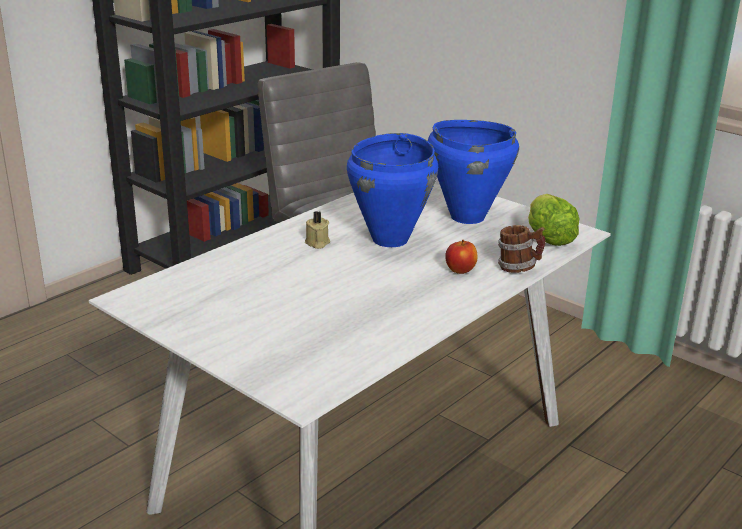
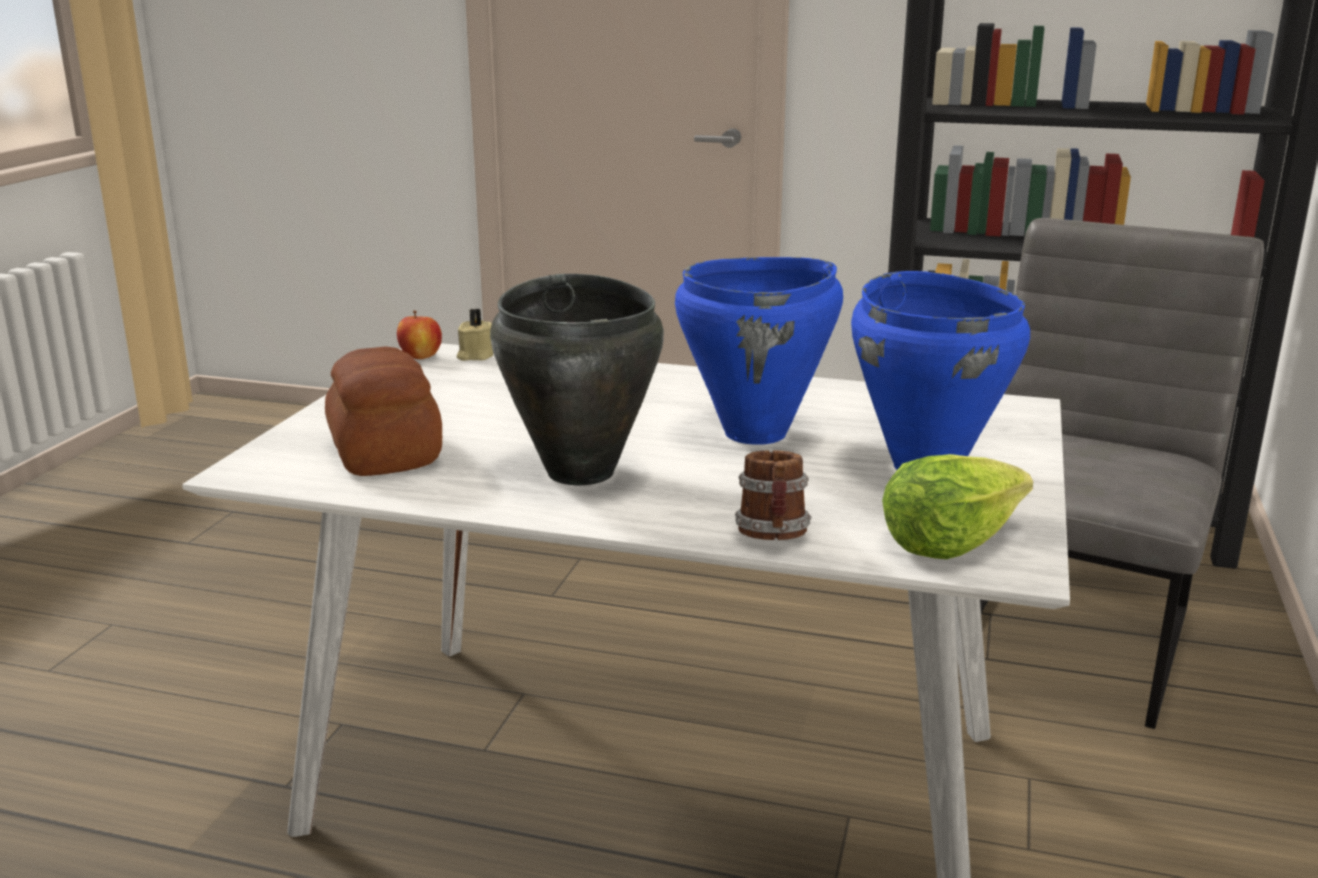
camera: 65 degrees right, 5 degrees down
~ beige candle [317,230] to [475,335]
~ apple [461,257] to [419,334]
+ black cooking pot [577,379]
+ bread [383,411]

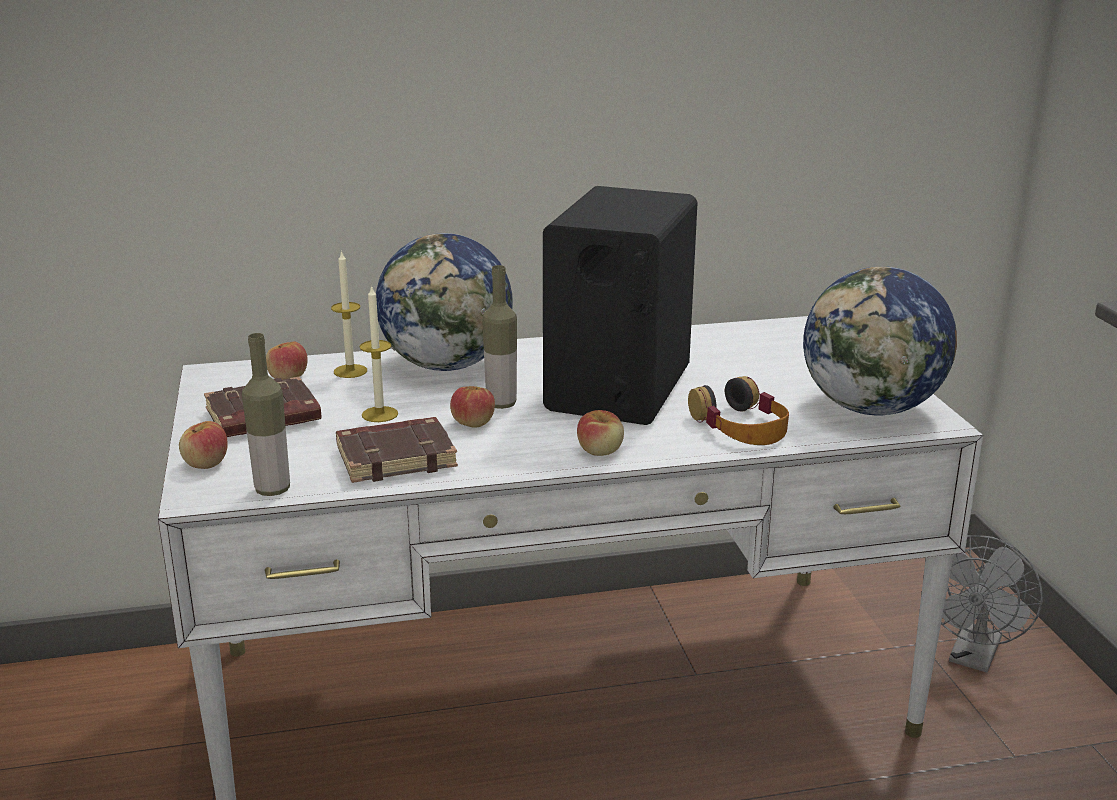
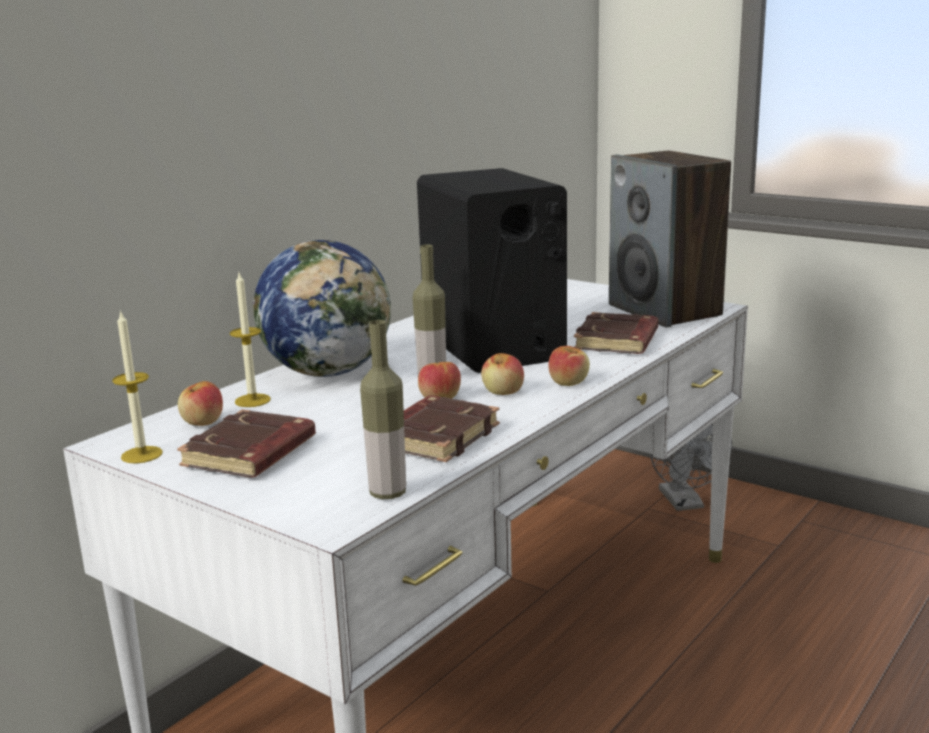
camera: 40 degrees left, 5 degrees down
~ globe [880,341] to speaker [670,239]
~ candle [379,353] to [137,387]
~ headphones [738,410] to brown book [616,333]
~ apple [203,445] to [502,374]

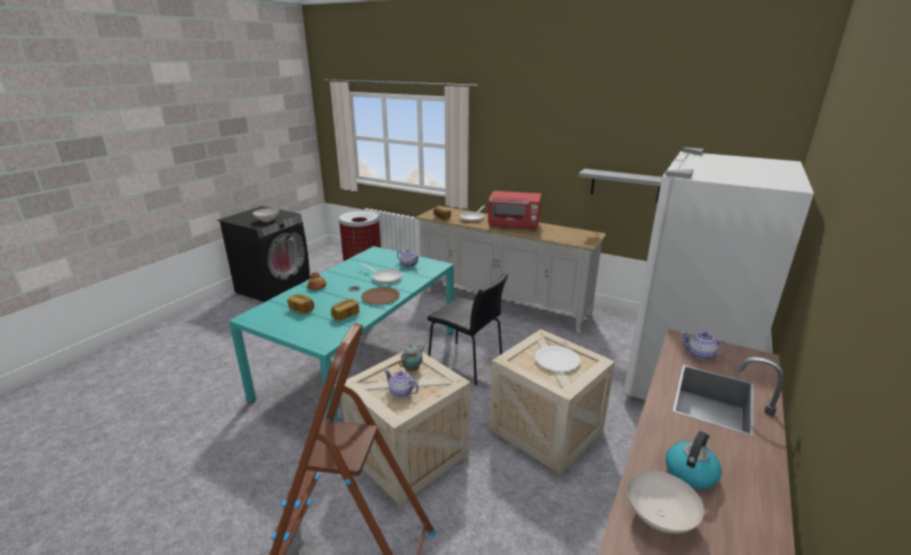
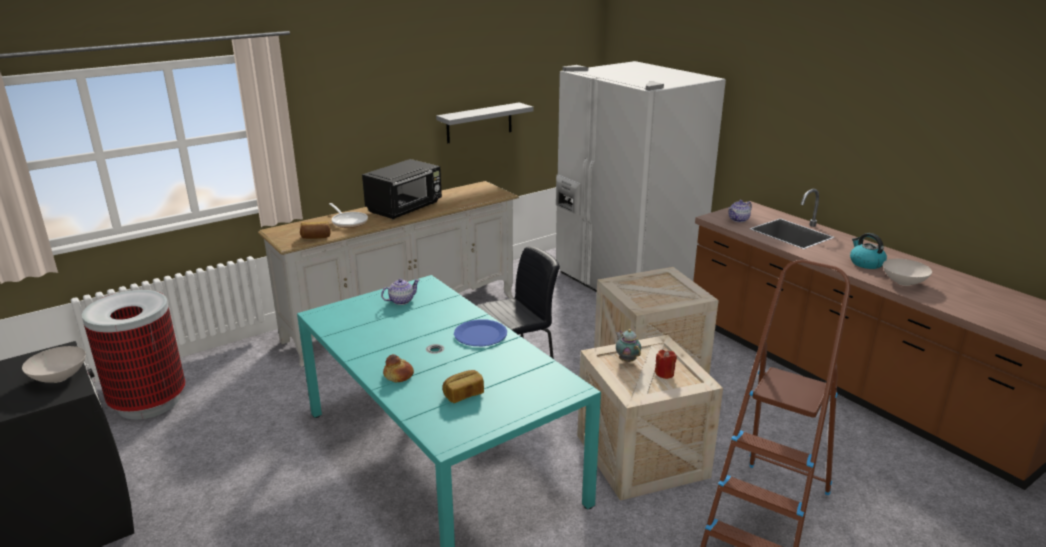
camera: 65 degrees left, 0 degrees up
~ red microwave [514,210] to black microwave [402,189]
- frying pan [381,273]
~ brown plate [380,296] to blue plate [480,332]
- bread [345,310]
- white plate [557,359]
~ teapot [401,383] to red candle [666,364]

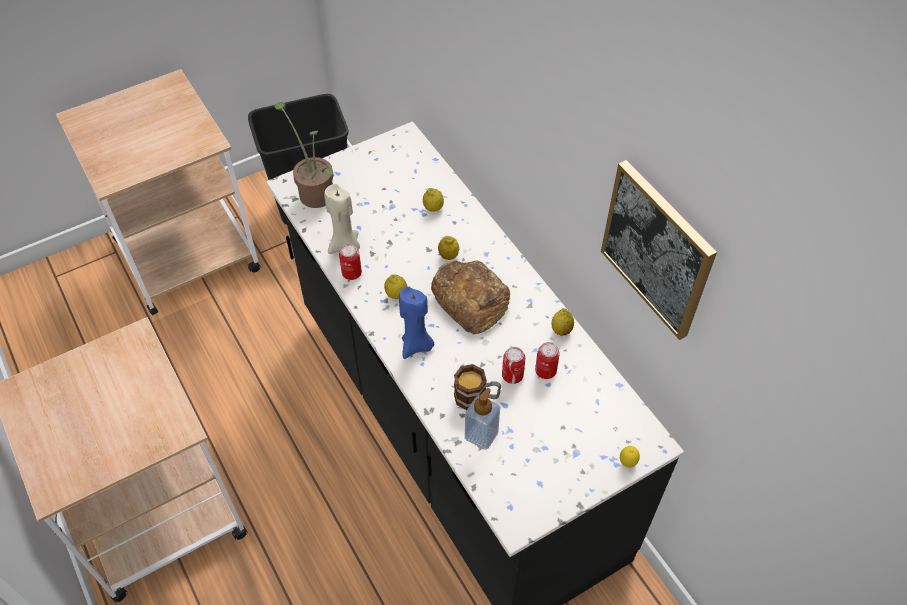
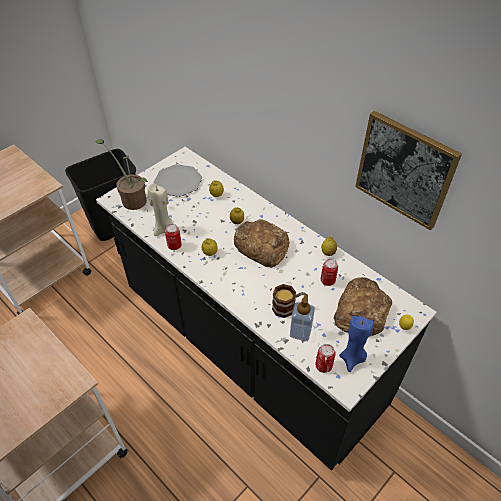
camera: 15 degrees left, 5 degrees down
~ blue candle [416,322] to [356,343]
~ can [513,365] to [325,358]
+ plate [177,180]
+ bread [363,307]

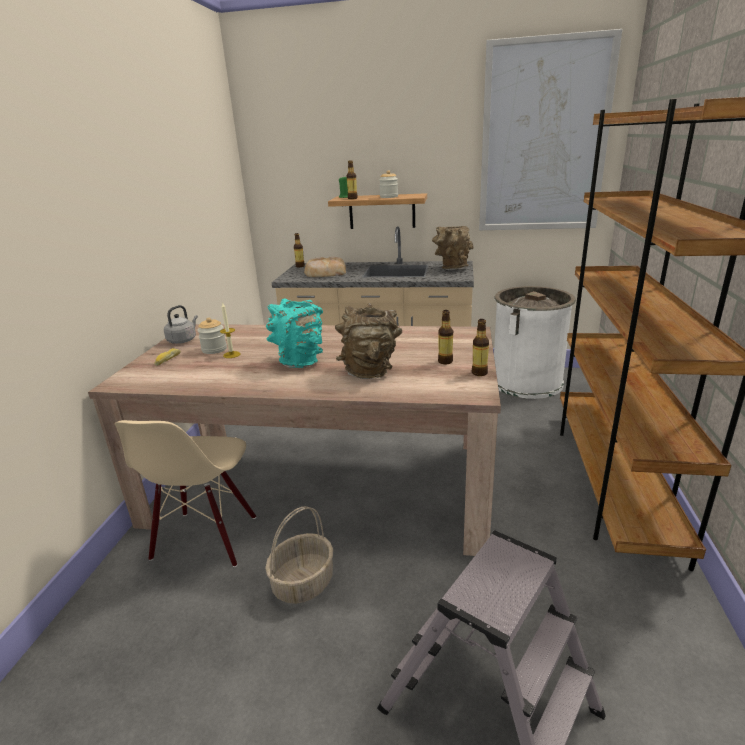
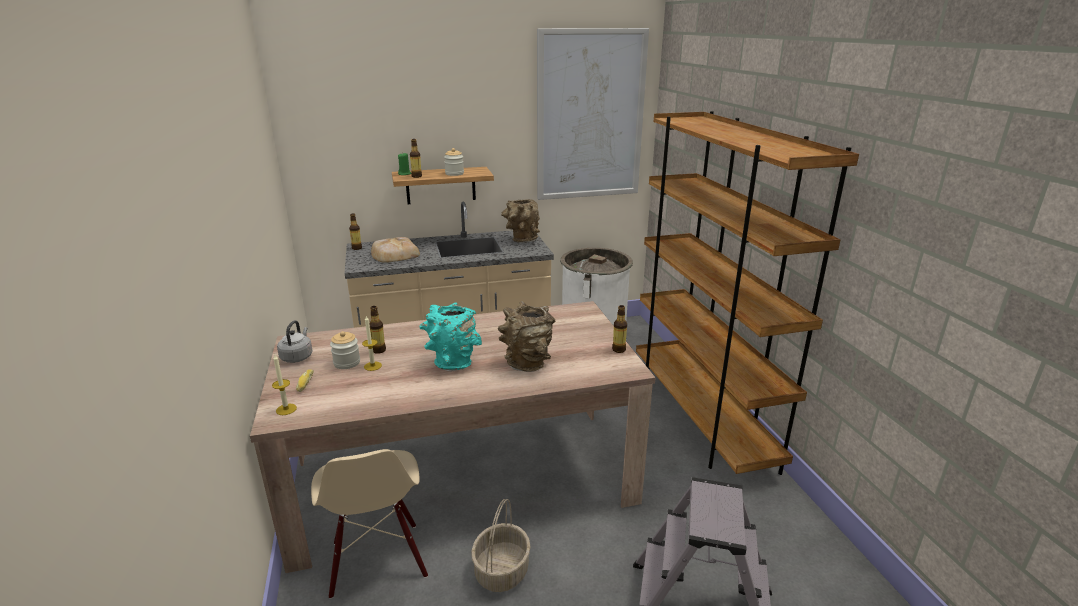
camera: 25 degrees left, 0 degrees up
~ bottle [445,337] to [377,330]
+ candle [284,385]

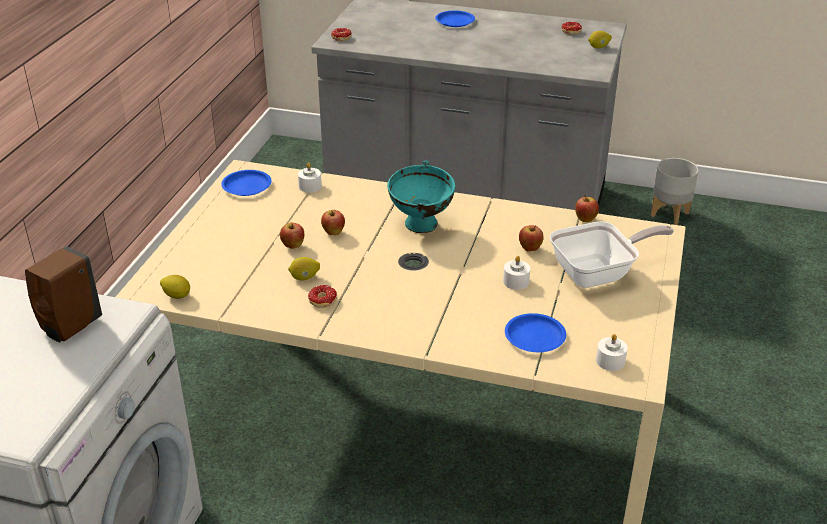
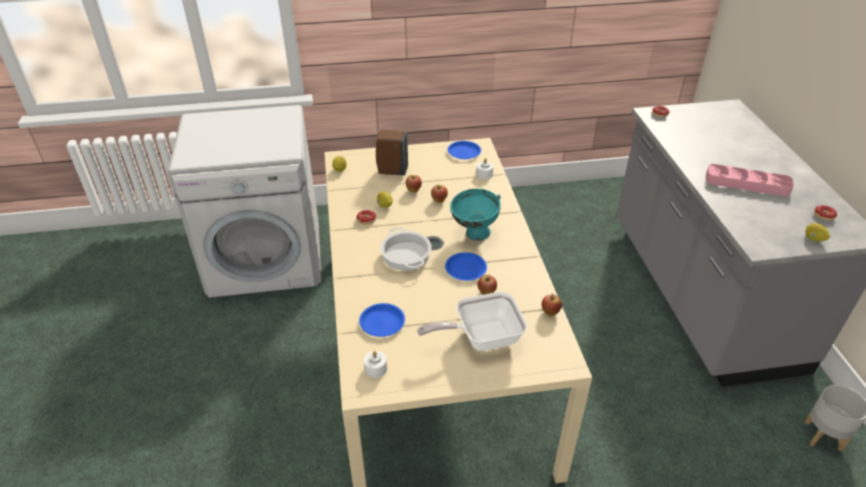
camera: 65 degrees right, 5 degrees up
~ blue plate [455,19] to [466,266]
~ frying pan [612,254] = [472,321] 120 degrees clockwise
~ brown soap dispenser [63,294] to [392,152]
- white candle [516,273]
+ pink tray [750,180]
+ cooking pot [406,249]

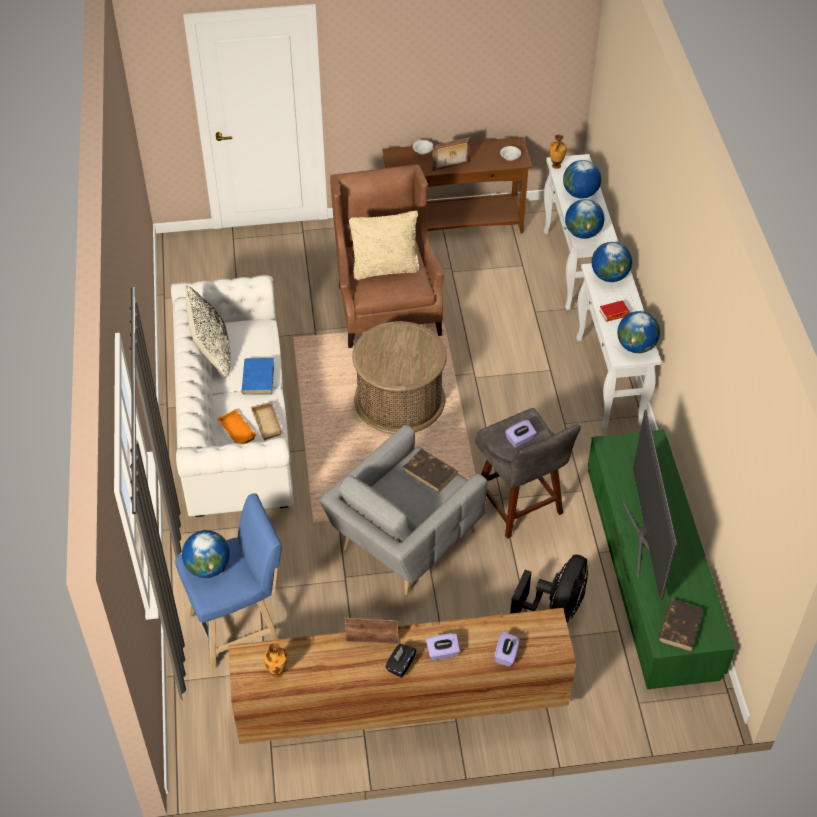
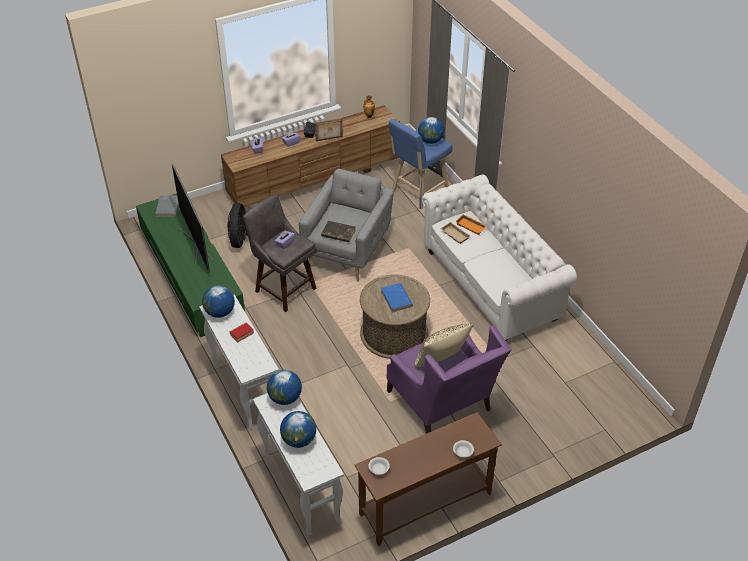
camera: 160 degrees right, 5 degrees down
- vase [558,152]
- picture frame [451,154]
~ brown armchair [387,256] to purple armchair [448,379]
- globe [612,262]
- beige pillow [208,331]
~ blue book [258,376] to [397,298]
~ brown book [681,625] to grey book [167,206]

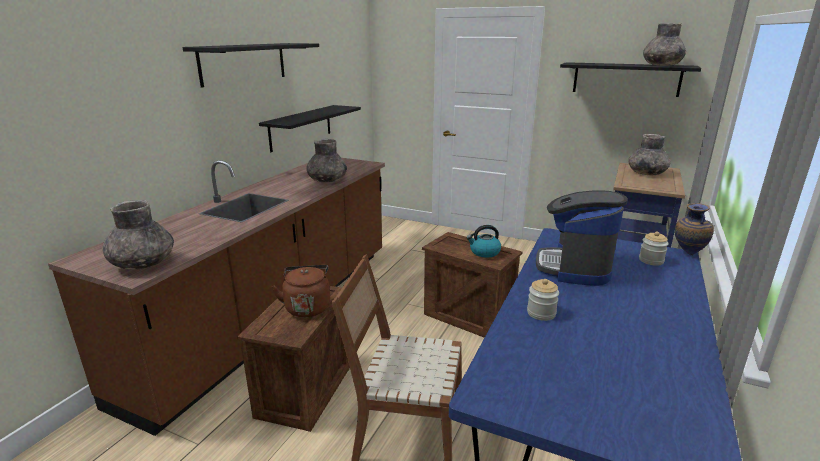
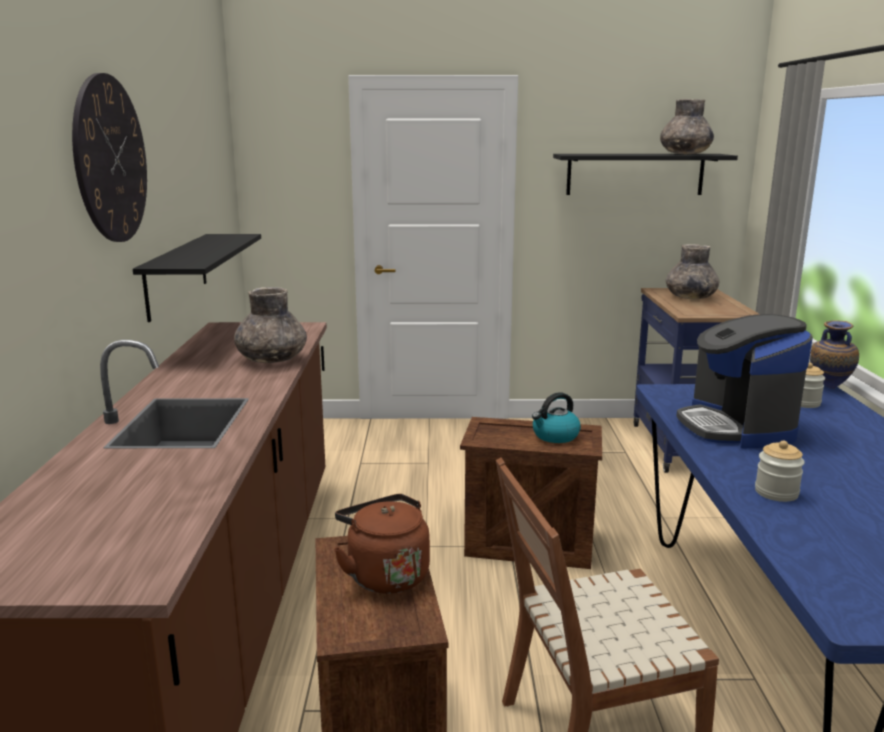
camera: 25 degrees left, 5 degrees down
~ black shelf [251,65] to wall clock [109,157]
- grey vase [138,235]

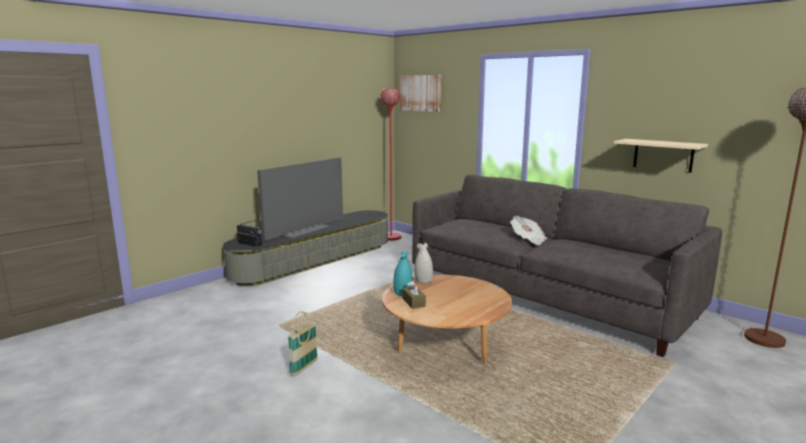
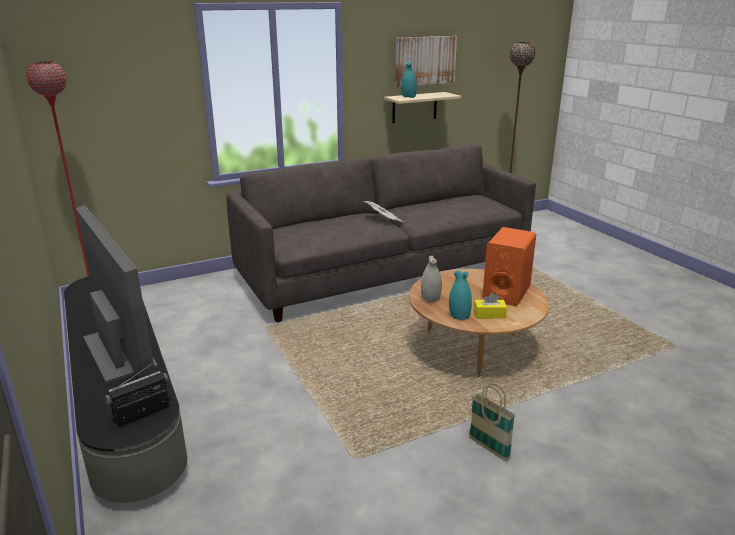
camera: 70 degrees left, 10 degrees up
~ picture [420,93] to [426,61]
~ brown tissue box [414,295] to yellow tissue box [490,306]
+ turquoise vase [409,79]
+ orange speaker [509,266]

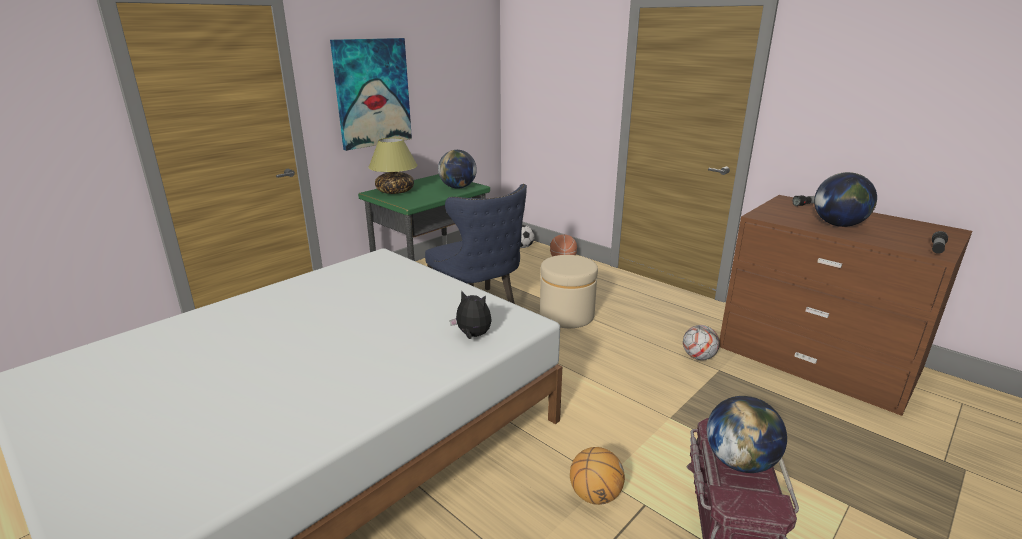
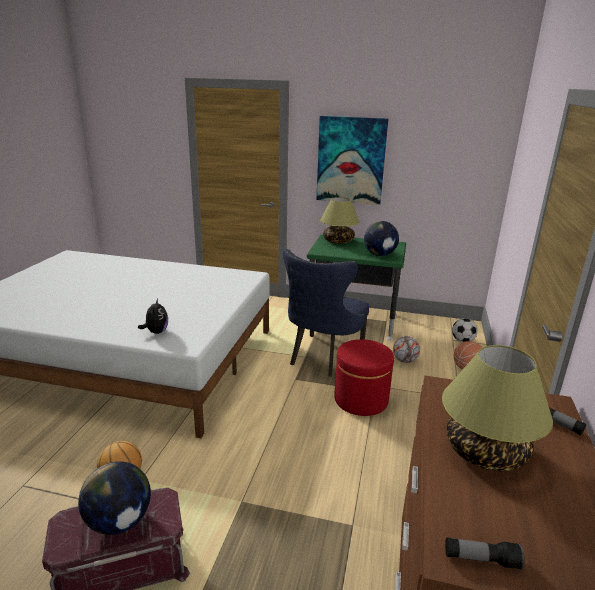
camera: 60 degrees right, 0 degrees up
~ globe [845,199] to table lamp [497,408]
~ beige ottoman [569,291] to red ottoman [364,377]
~ football [701,342] to [406,349]

